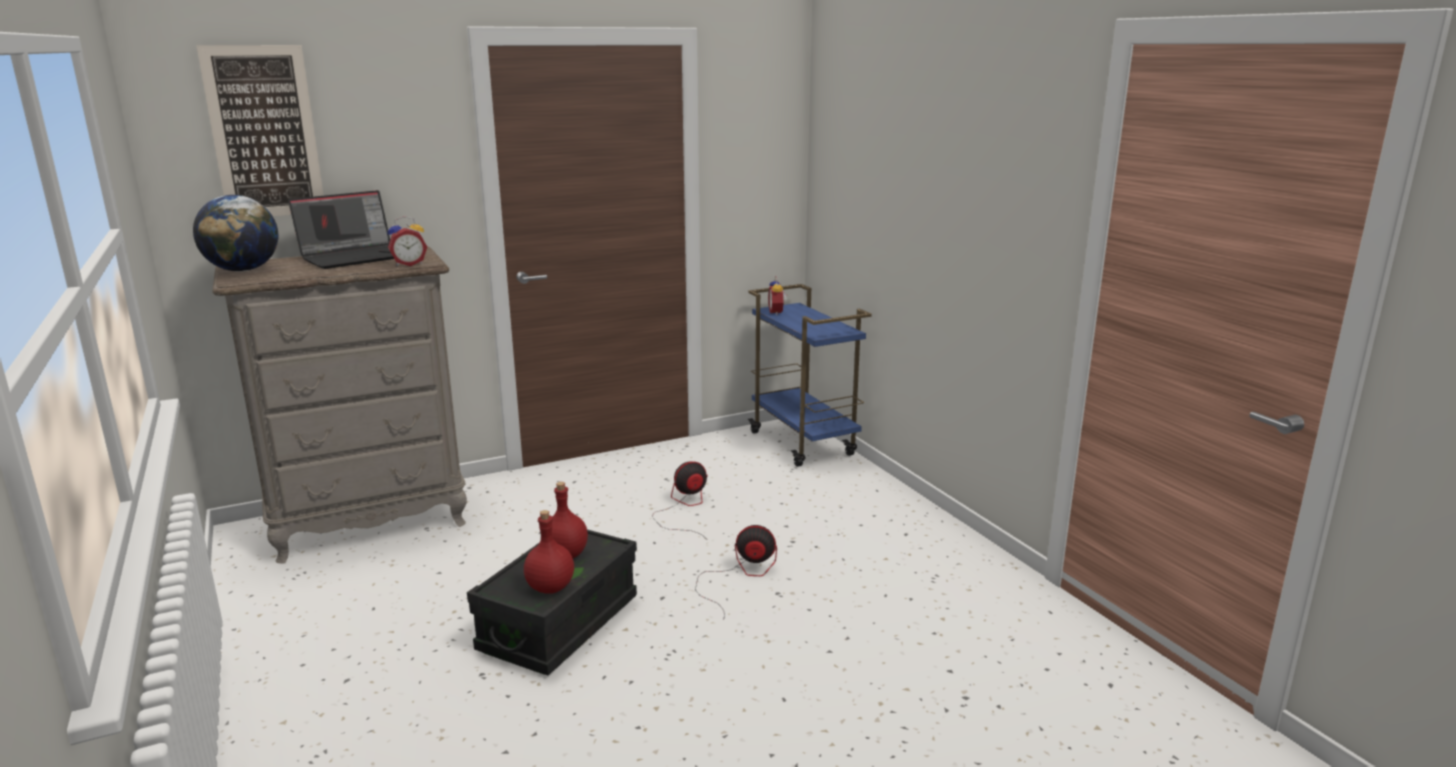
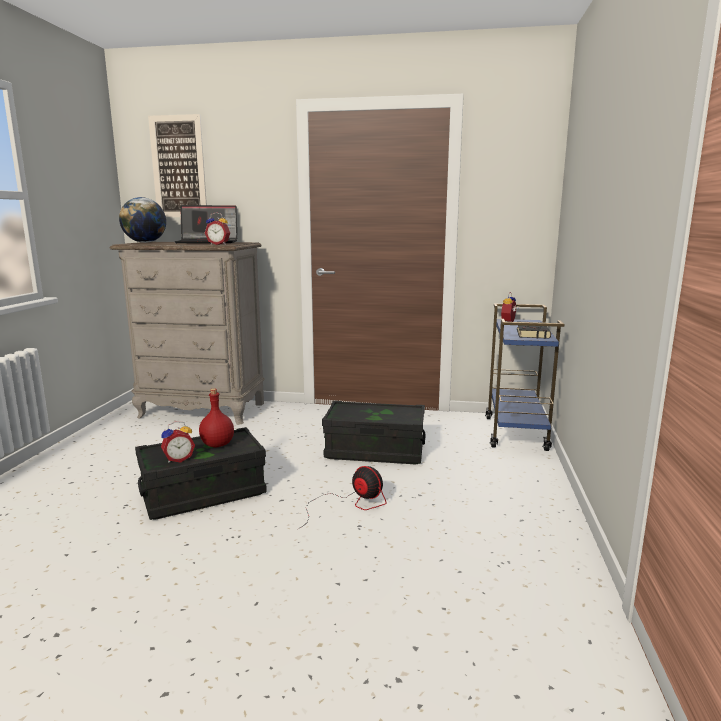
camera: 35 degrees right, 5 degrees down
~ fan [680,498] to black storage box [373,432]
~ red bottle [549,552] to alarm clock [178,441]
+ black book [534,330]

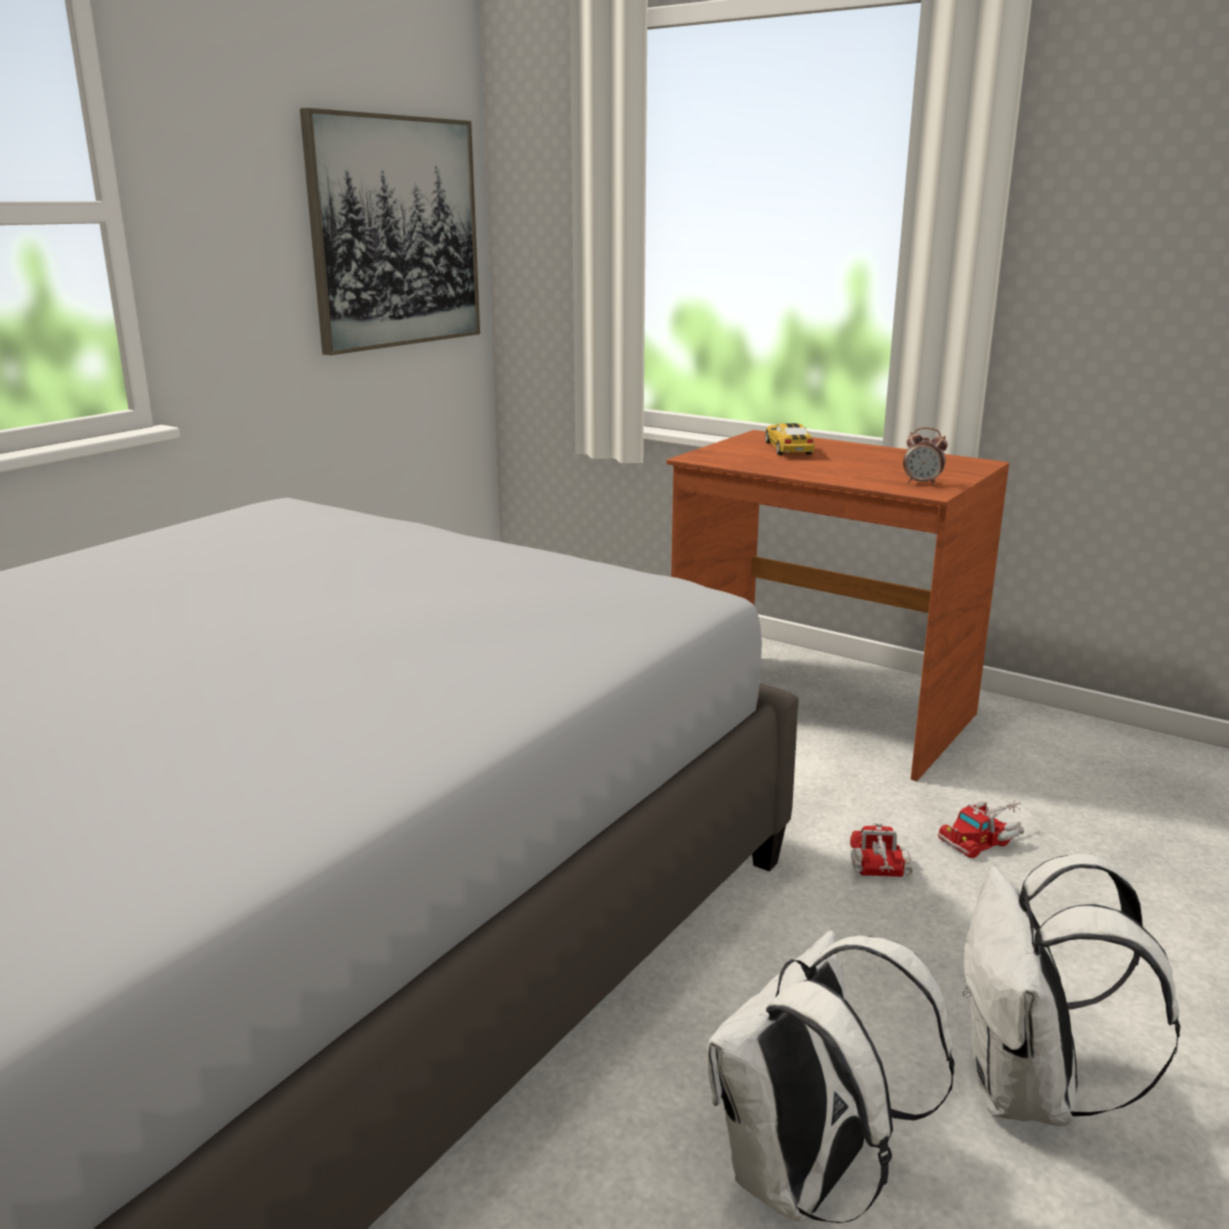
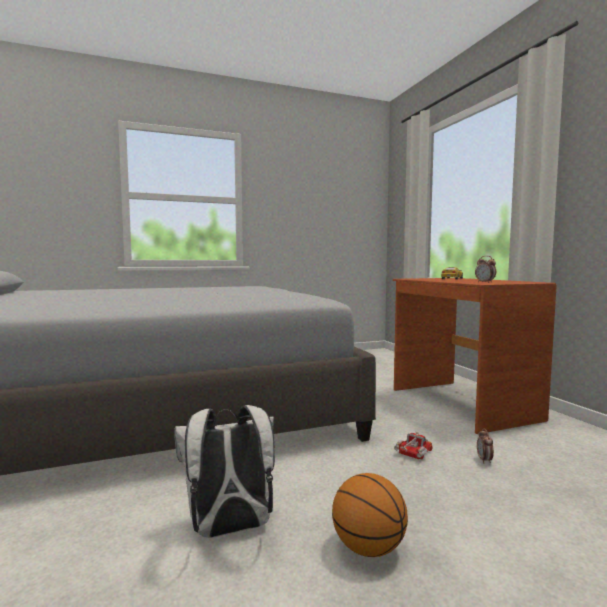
camera: 35 degrees right, 15 degrees down
- picture [390,231]
~ toy truck [981,829] to alarm clock [485,446]
~ white backpack [1071,990] to basketball [370,515]

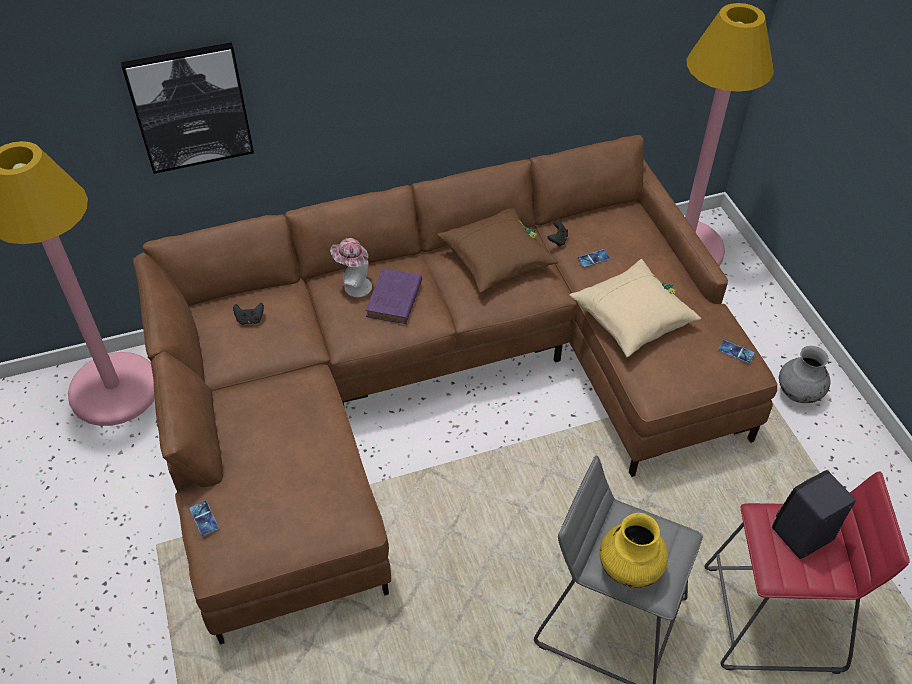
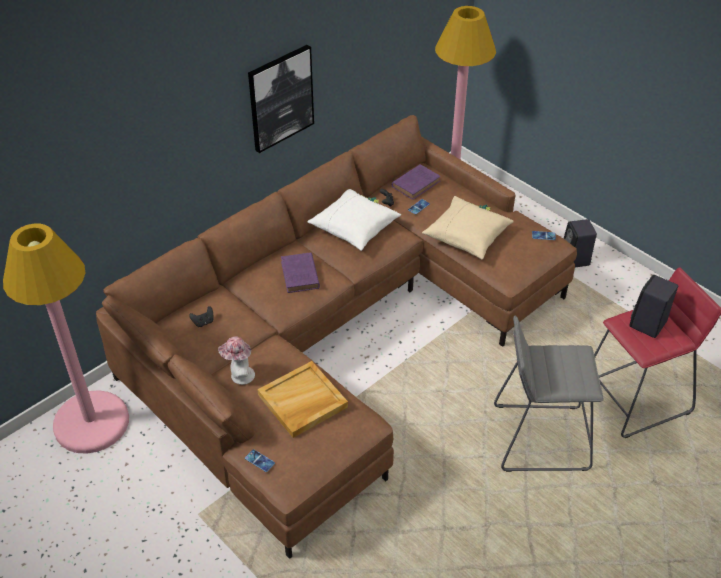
camera: 25 degrees left, 5 degrees down
~ picture [187,108] to [281,99]
~ brown pillow [497,250] to white pillow [354,220]
~ hat [351,267] to [236,360]
~ grey vase [805,374] to black speaker [580,243]
- yellow vase [634,550]
+ purple book [416,182]
+ beige tray [302,399]

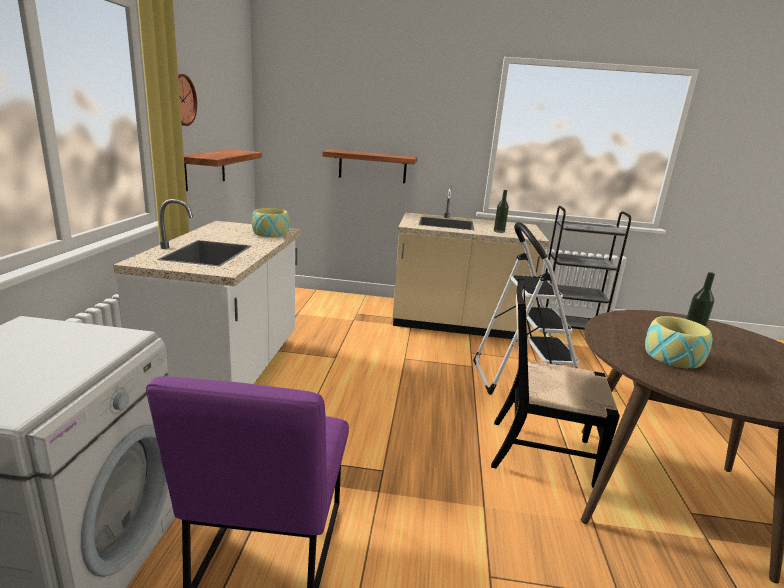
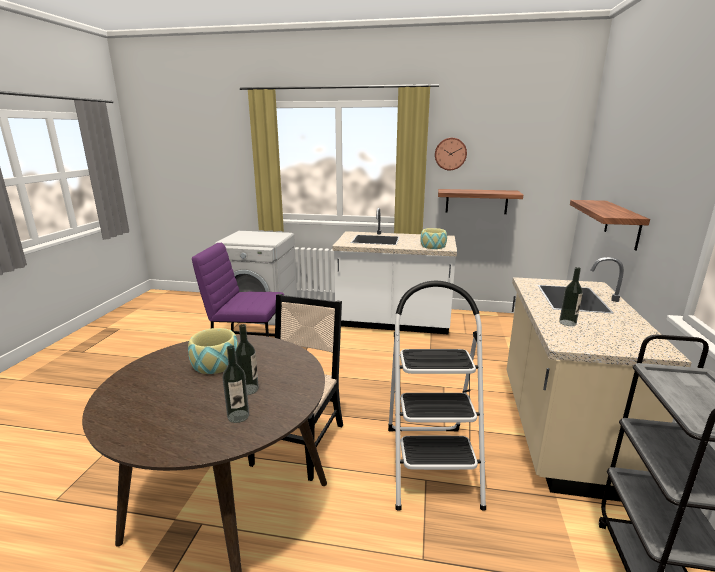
camera: 95 degrees right, 0 degrees up
+ bottle [235,384]

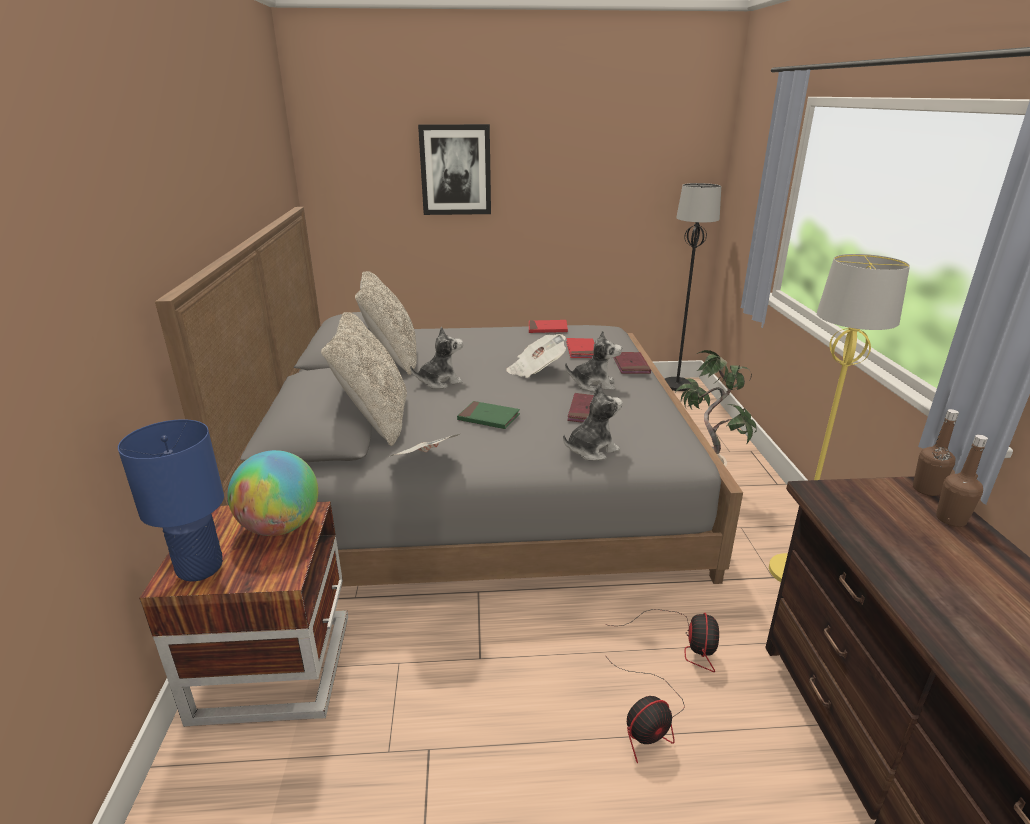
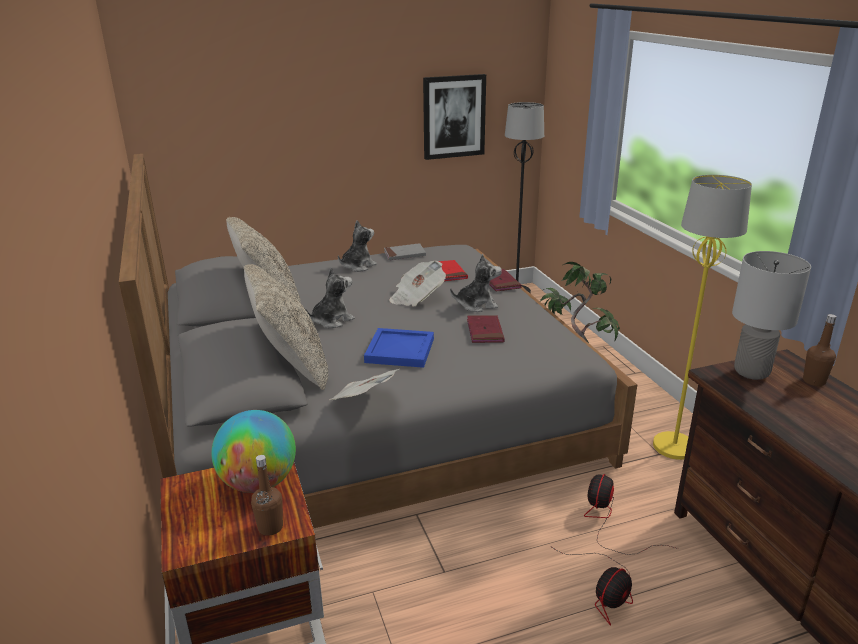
camera: 15 degrees left, 0 degrees up
~ picture [454,169] to [454,117]
~ red book [548,326] to grey book [405,251]
~ plush toy [592,423] to [357,246]
~ green book [488,415] to blue tray [399,348]
~ brown bottle [936,452] to [267,495]
- blue table lamp [171,500]
~ fan [662,640] = [631,514] 150 degrees counterclockwise
+ grey table lamp [771,315]

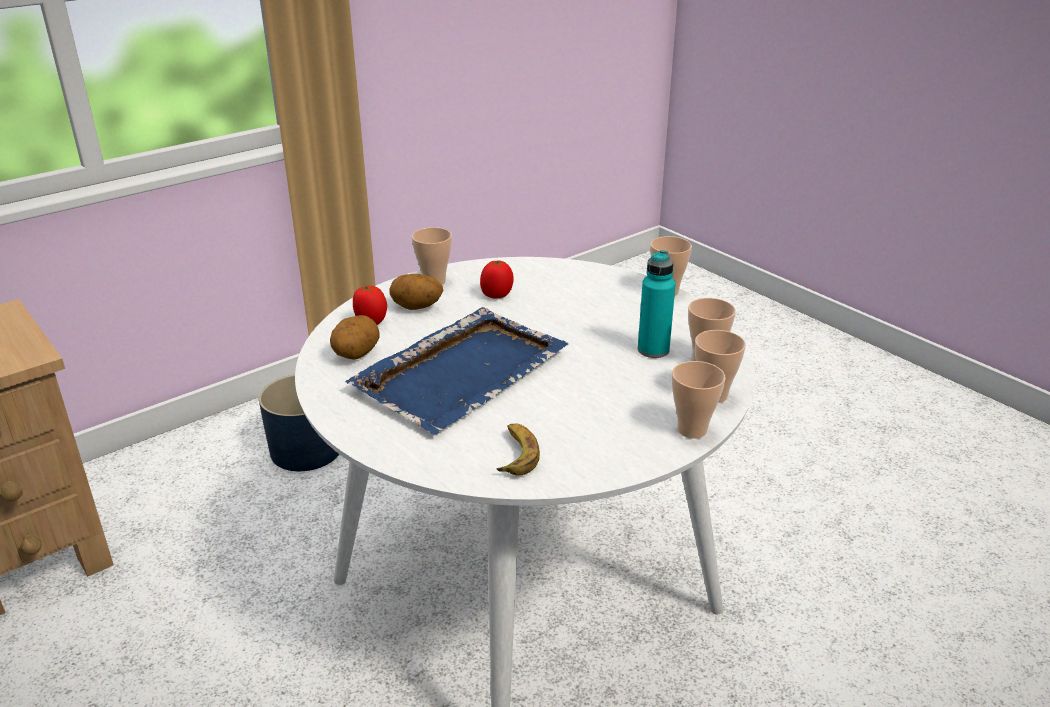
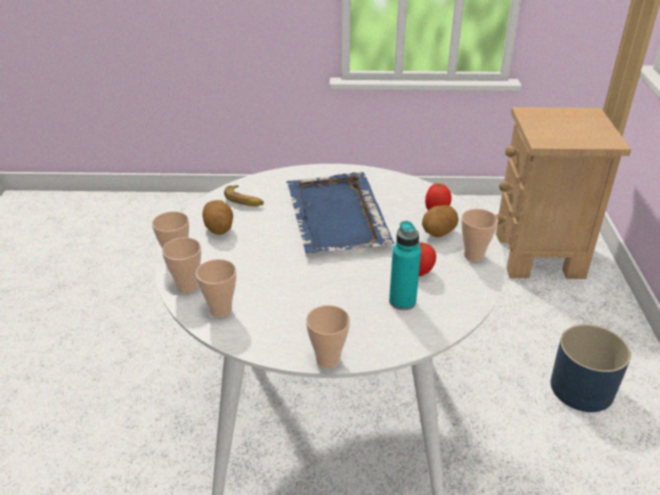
camera: 130 degrees right, 5 degrees up
~ turquoise bottle [657,304] to [405,265]
~ potato [355,337] to [217,217]

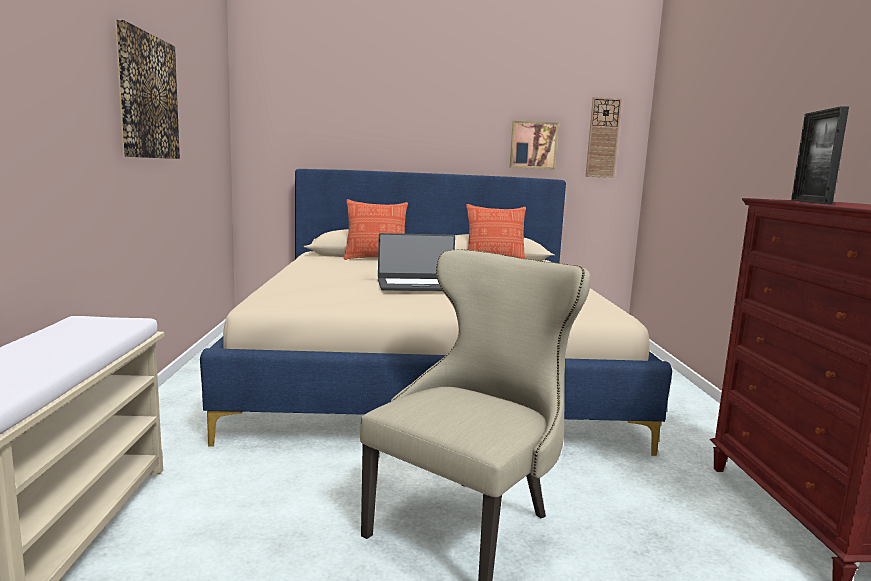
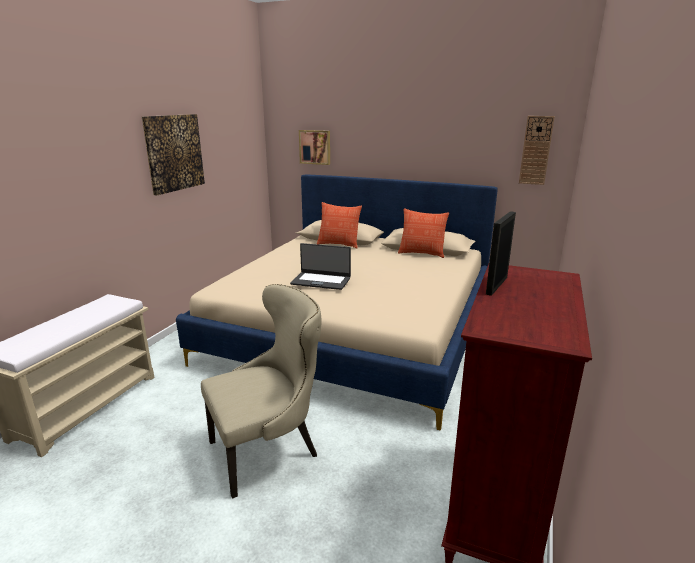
camera: 25 degrees right, 10 degrees up
~ picture [534,145] to [314,147]

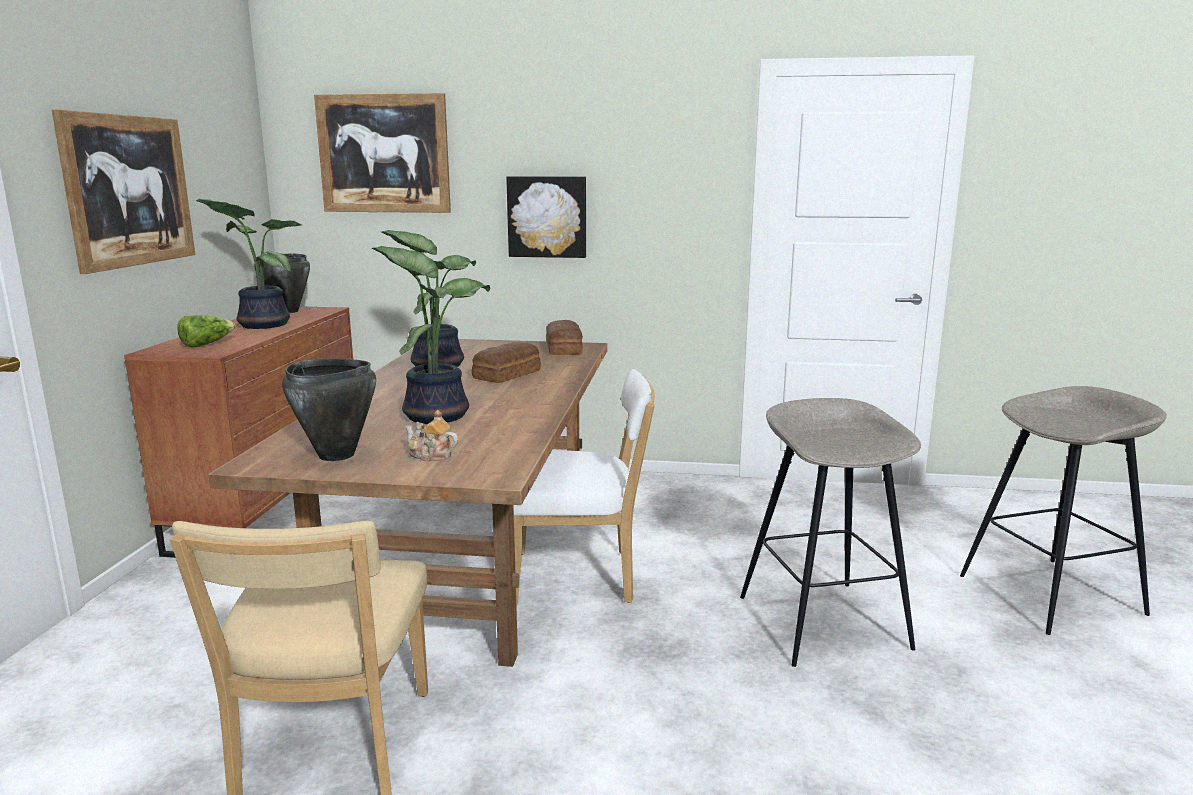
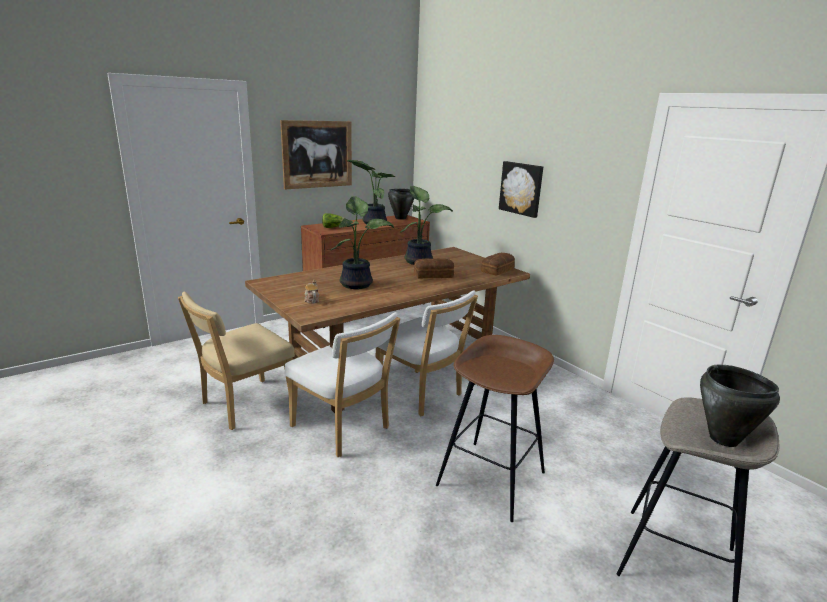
camera: 45 degrees right, 5 degrees up
- picture [382,153]
~ black cooking pot [329,409] to [740,406]
~ grey stool [830,532] to brown stool [495,428]
+ white chair [342,384]

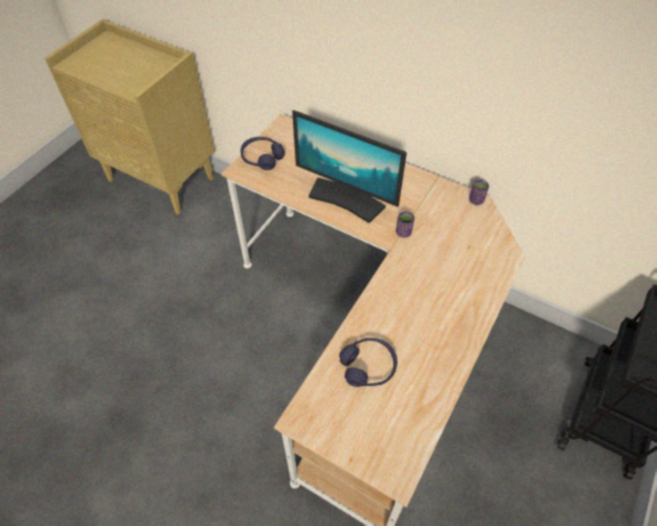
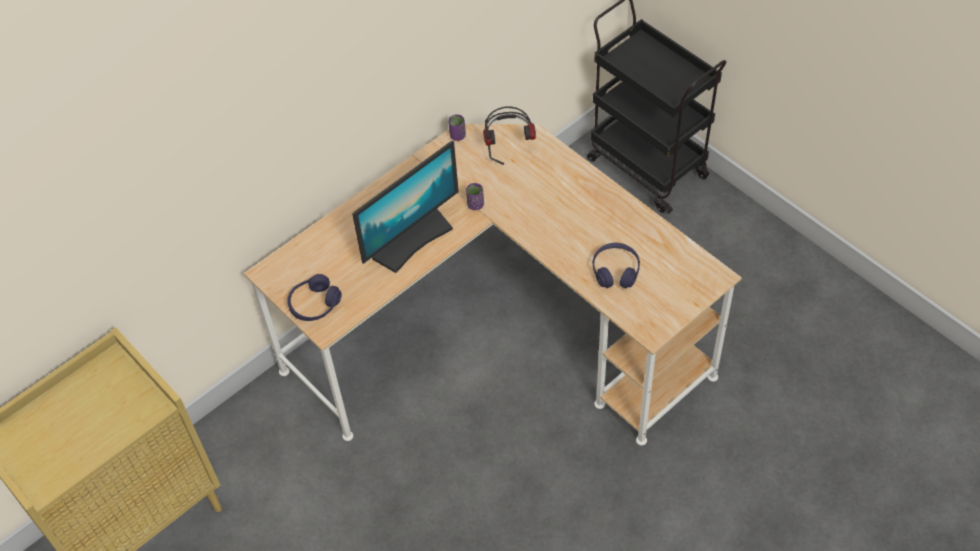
camera: 70 degrees left, 0 degrees up
+ headphones [509,136]

